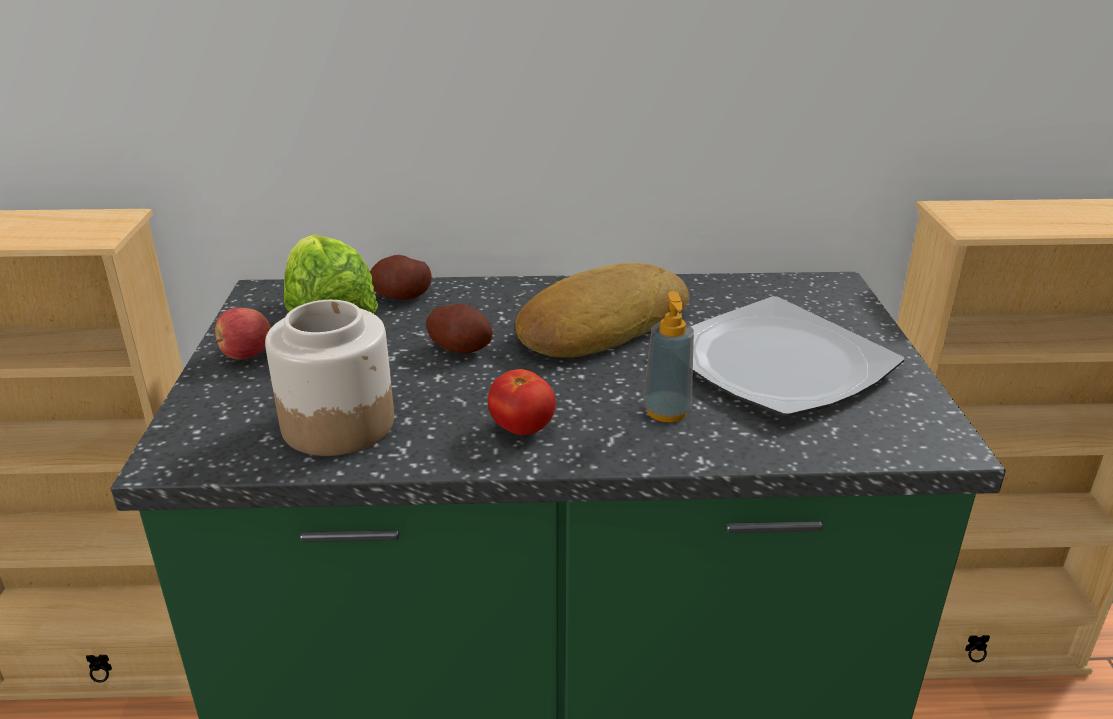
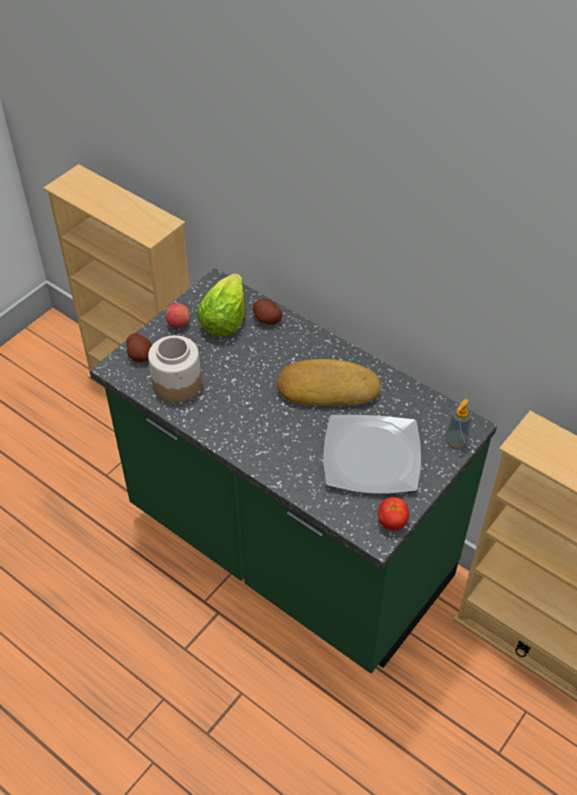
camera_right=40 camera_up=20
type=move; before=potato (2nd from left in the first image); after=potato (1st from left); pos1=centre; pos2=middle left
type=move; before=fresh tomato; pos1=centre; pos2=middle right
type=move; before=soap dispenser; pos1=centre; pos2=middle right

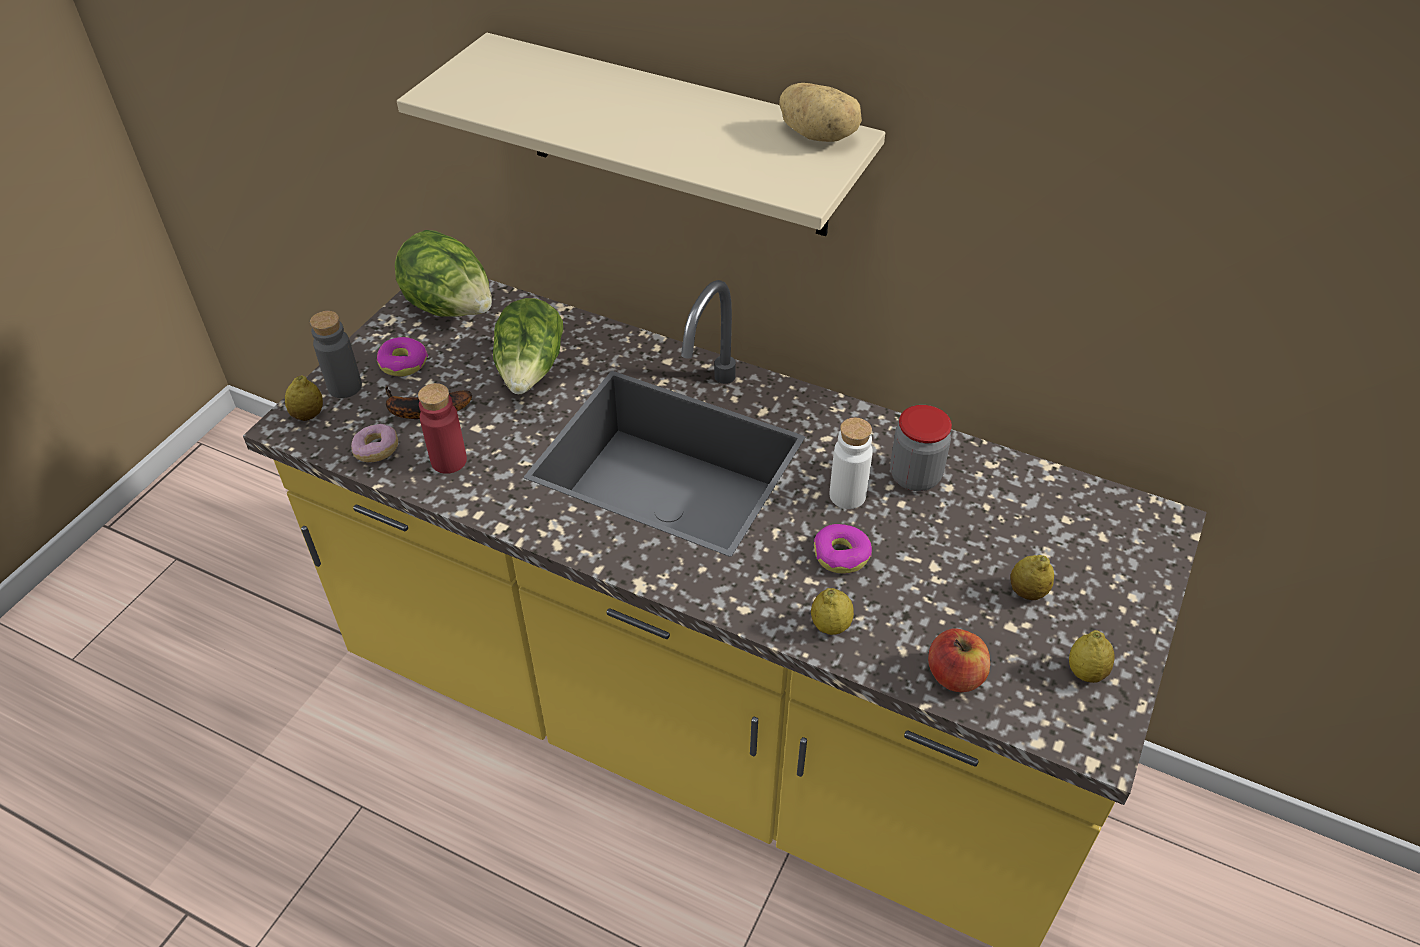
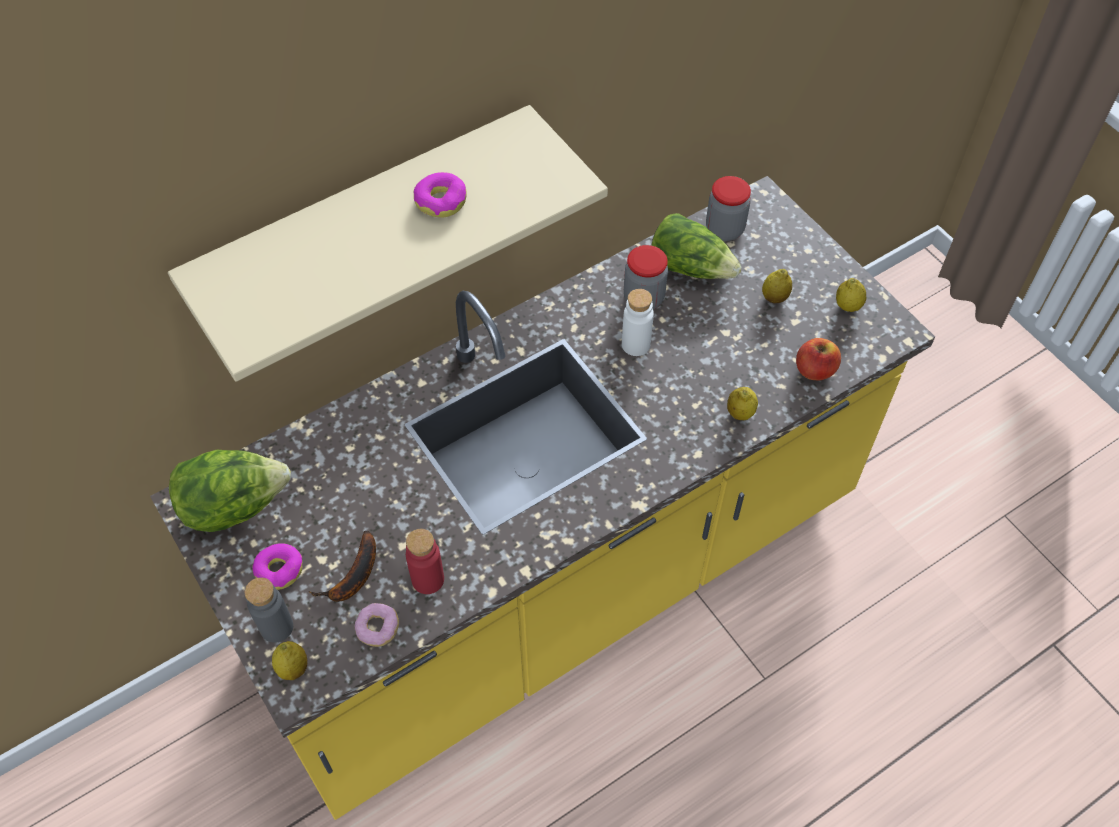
camera_right=-60 camera_up=10
type=move; before=lettuce head (2nd from left); pos1=centre; pos2=top centre
type=delete; before=potato; pos1=top centre
type=move; before=doughnut (3rd from left); pos1=centre; pos2=top centre
type=insert; after=preserve jar (2nd from left); pos2=top centre

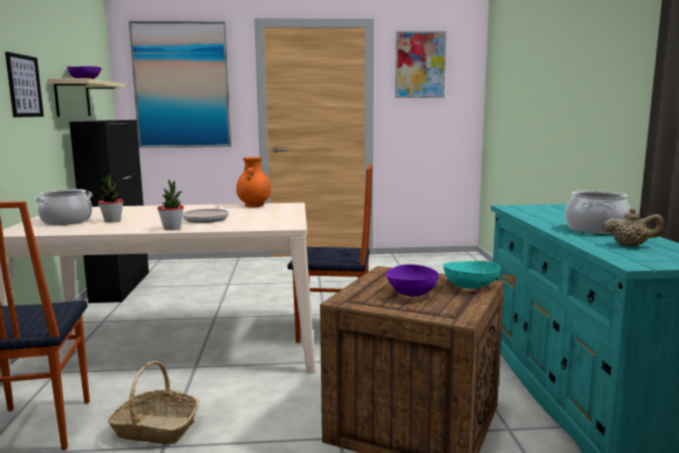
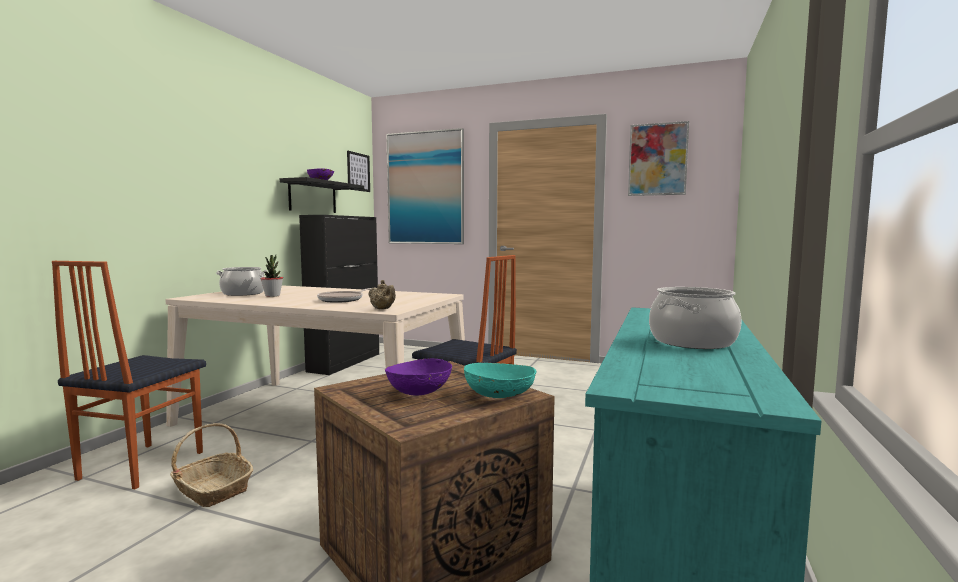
camera_right=25 camera_up=-5
type=move; before=picture (1st from left); pos1=top left; pos2=top centre
type=recolor; before=bracket shelf in beige-coloured; after=bracket shelf in blackish; pos1=top left; pos2=centre
type=delete; before=plant in a pot (2nd from left); pos1=middle left
type=delete; before=vase in orangey; pos1=centre
type=move; before=teapot in beige-coloured; pos1=middle right; pos2=centre

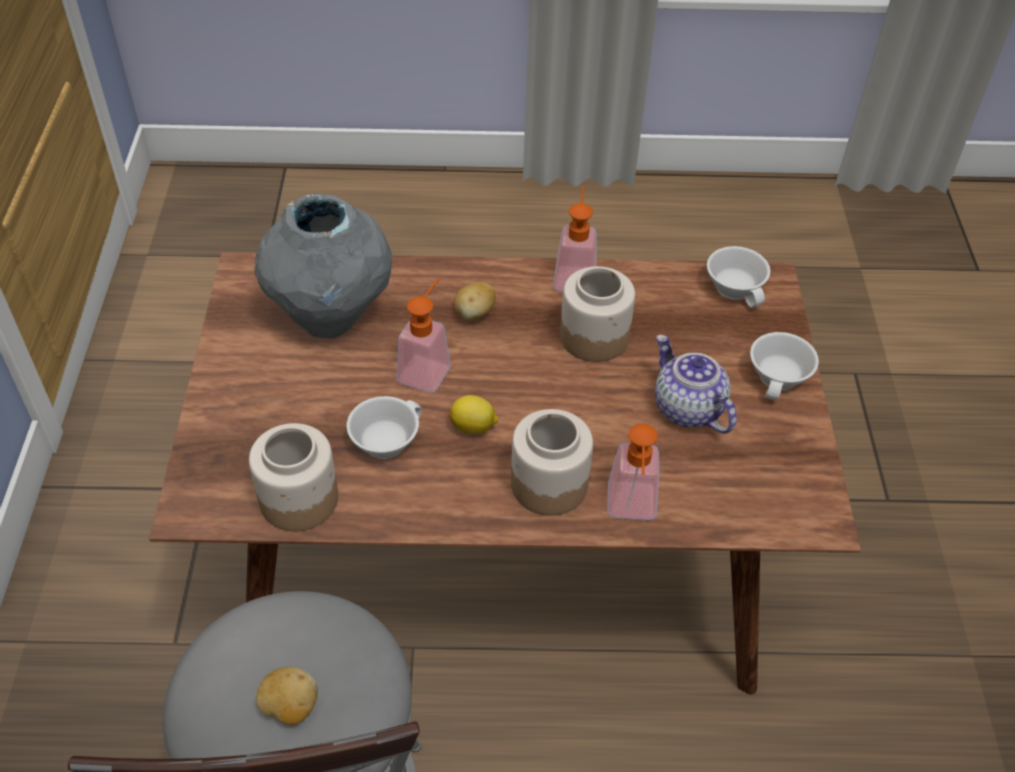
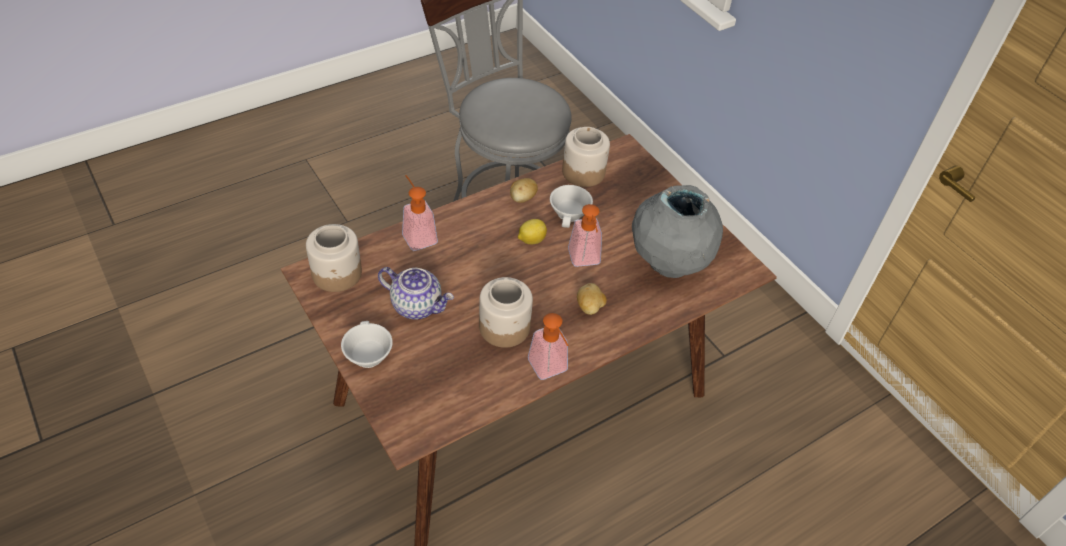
camera_right=145 camera_up=0
type=move; before=potato (1st from left); pos1=bottom left; pos2=centre
type=move; before=preserve jar (2nd from left in the first image); after=preserve jar (1st from left); pos1=centre; pos2=middle left
type=delete; before=cup in white-coloured (2nd from left); pos1=middle right

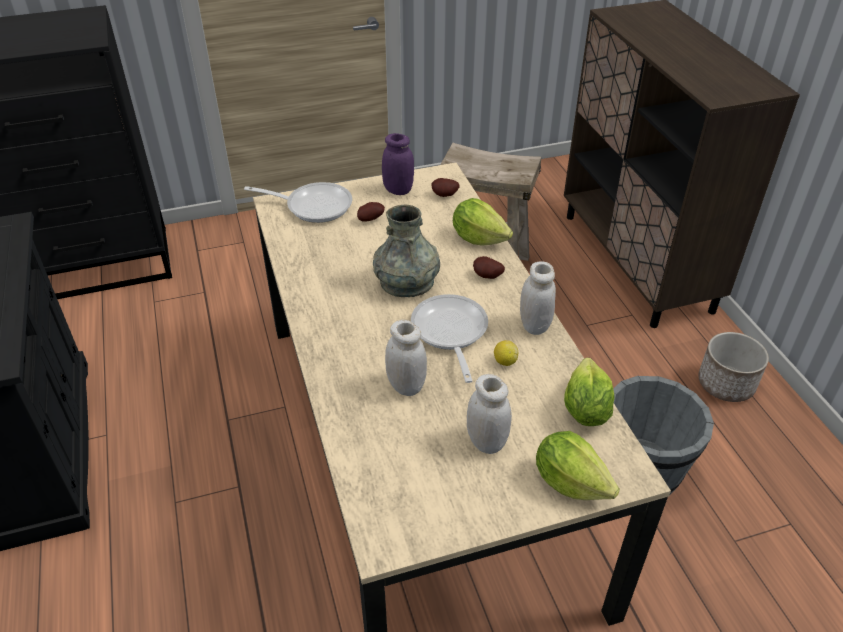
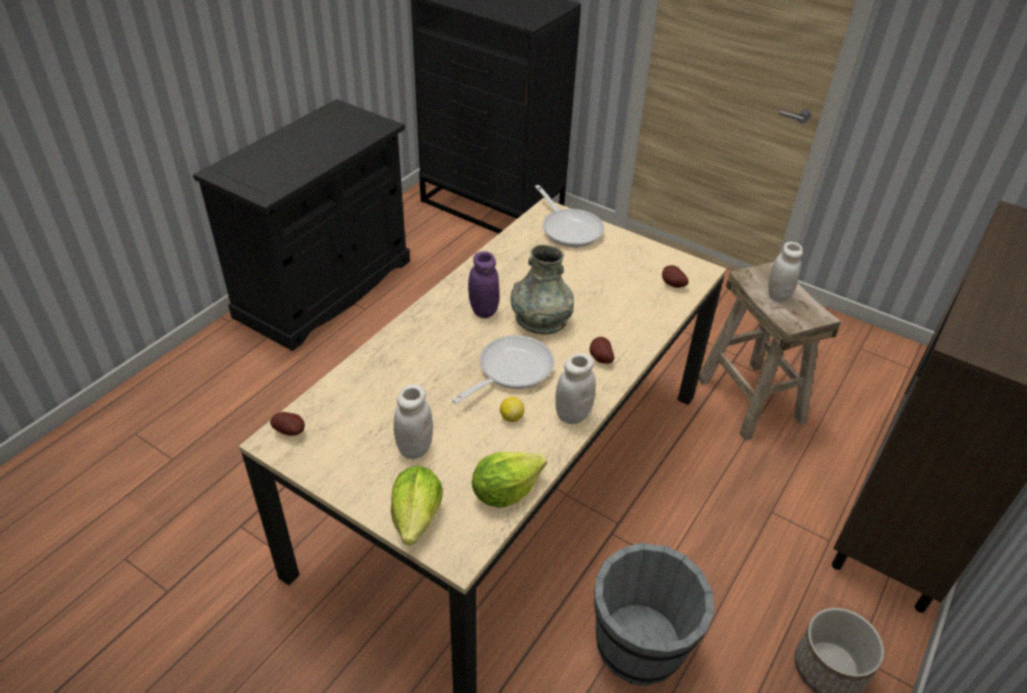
camera_right=50 camera_up=0
type=move; before=potato (1st from left); pos1=centre; pos2=middle left
type=move; before=preserve jar in purplish; pos1=top centre; pos2=centre
type=move; before=preserve jar in white-coloured (1st from left in the first image); after=preserve jar in white-coloured (3rd from left); pos1=centre; pos2=middle right
type=delete; before=lettuce head (1st from left); pos1=centre

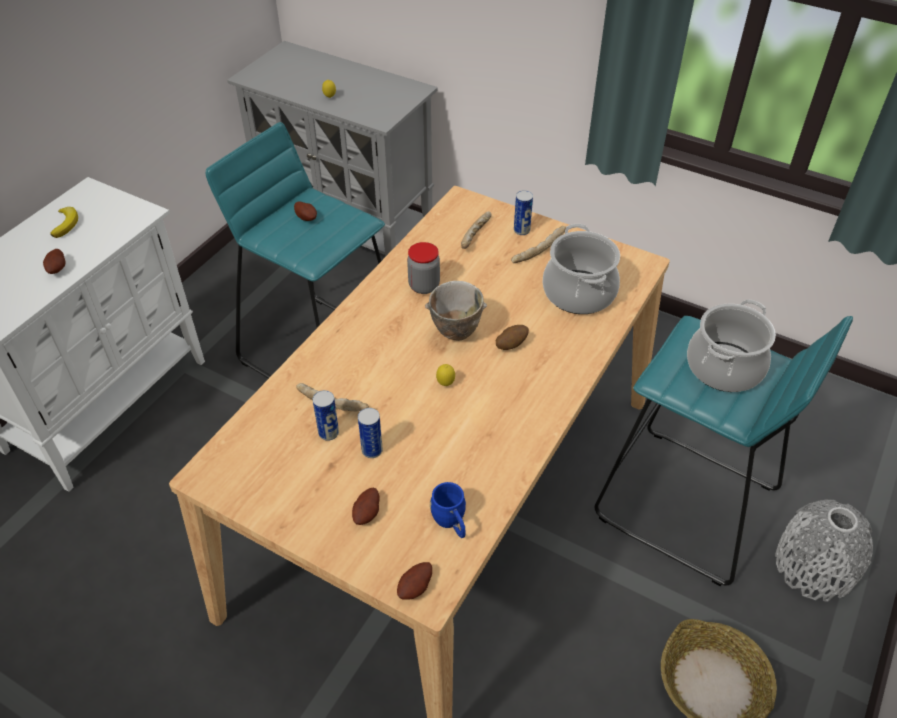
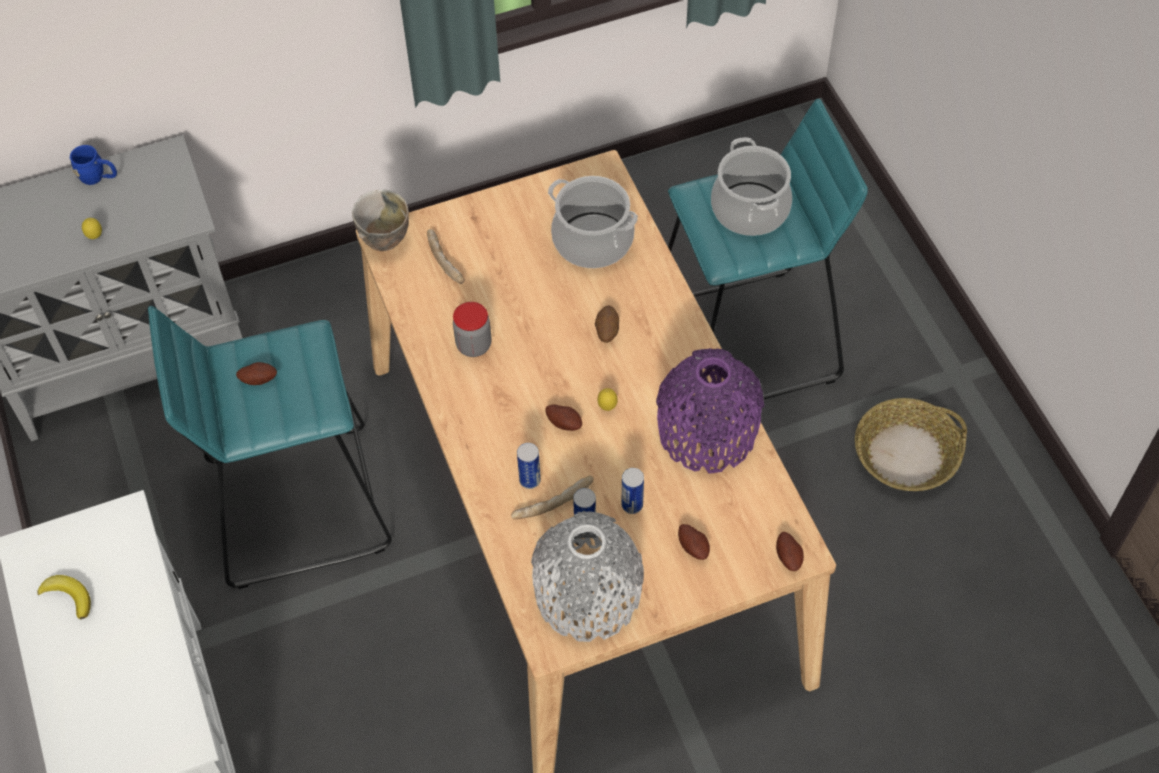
camera_right=-50 camera_up=10
type=move; before=potato (1st from left in the first image); after=potato (2nd from left); pos1=middle left; pos2=centre
type=move; before=serving bowl; pos1=centre; pos2=top left
type=move; before=mug in blue-coloured; pos1=bottom centre; pos2=top left
type=delete; before=baked bread (3rd from left); pos1=centre
type=move; before=metal can (3rd from left in the first image); after=metal can (1st from left); pos1=top centre; pos2=centre
type=move; before=vase in gray; pos1=bottom right; pos2=bottom centre
type=insert; after=vase in purplish; pos2=centre

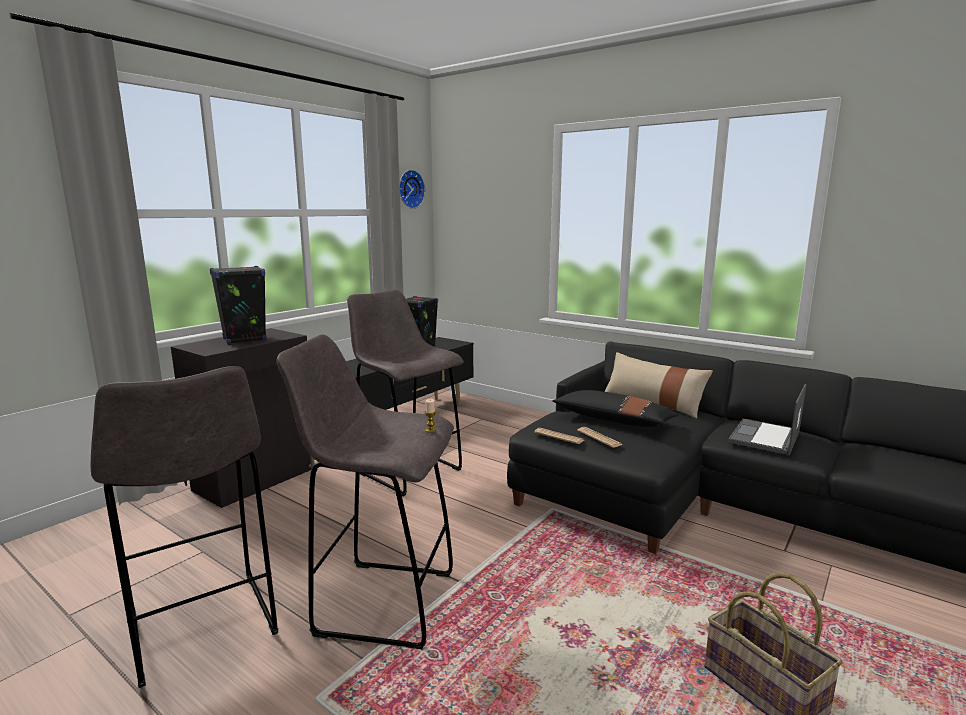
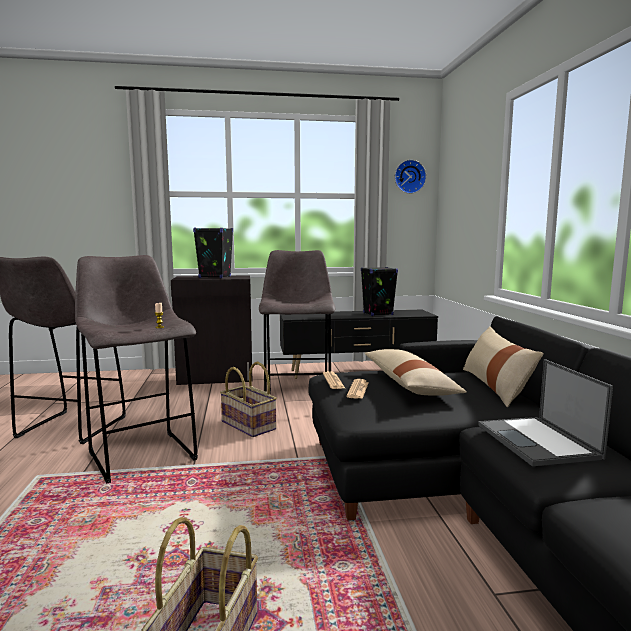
camera_right=45 camera_up=-5
type=recolor; before=pillow in blackish; after=pillow in beige-coloured (1st from left); pos1=centre; pos2=centre
type=rotate; before=laptop; pos1=middle right; pos2=middle right; turn=-90
type=insert; after=household basket (2nd from left); pos2=centre

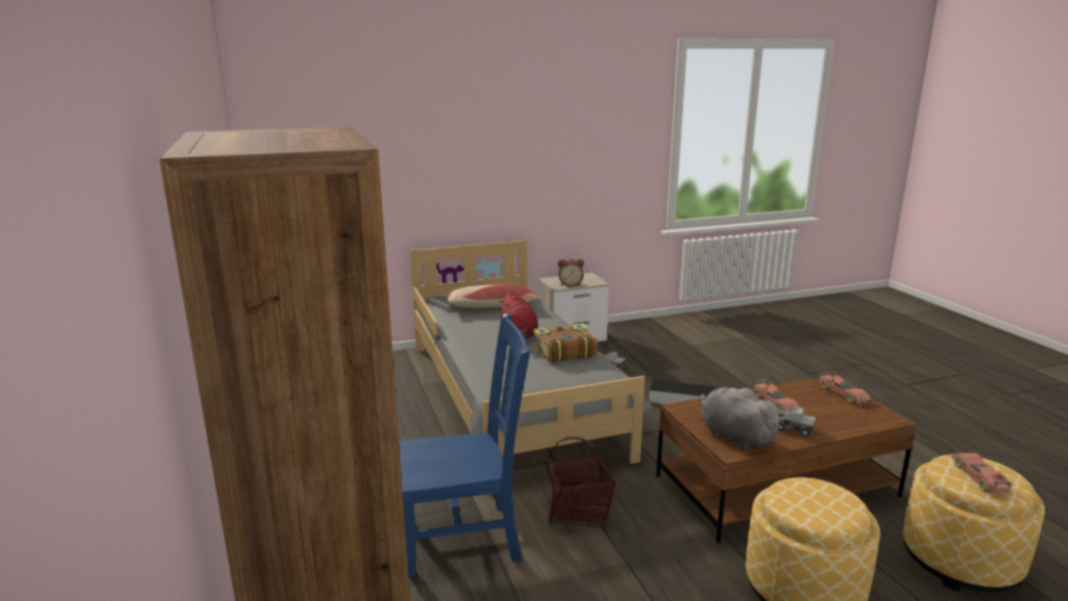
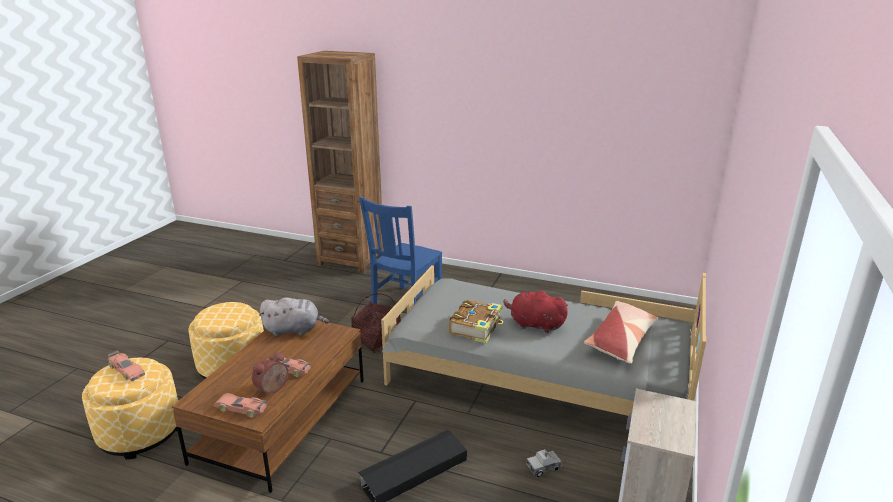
camera_right=130 camera_up=5
type=move; before=bedside clock; pos1=centre; pos2=bottom left
type=delete; before=toy truck (2nd from left); pos1=bottom right

